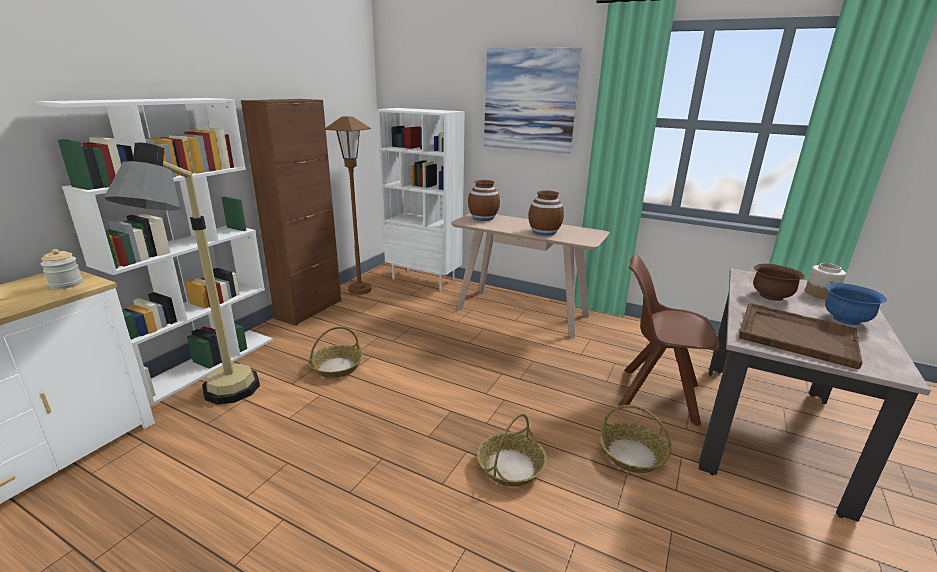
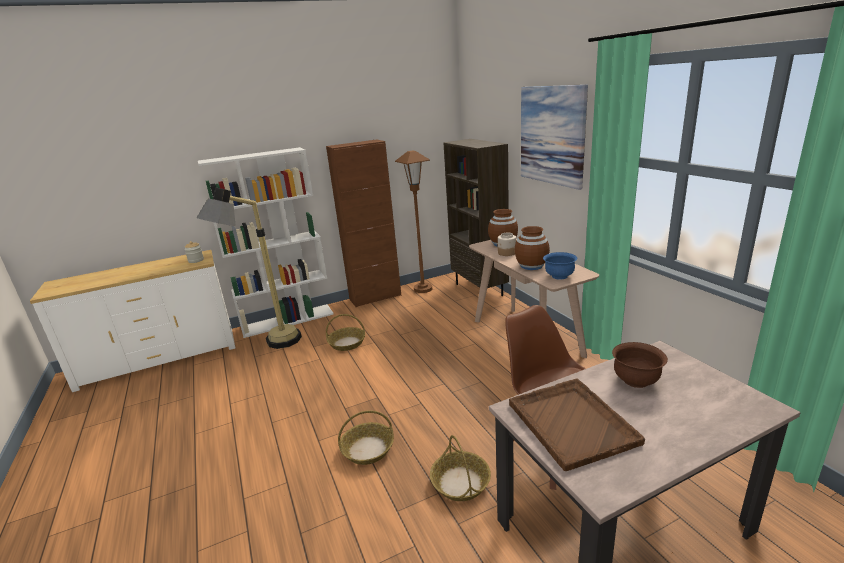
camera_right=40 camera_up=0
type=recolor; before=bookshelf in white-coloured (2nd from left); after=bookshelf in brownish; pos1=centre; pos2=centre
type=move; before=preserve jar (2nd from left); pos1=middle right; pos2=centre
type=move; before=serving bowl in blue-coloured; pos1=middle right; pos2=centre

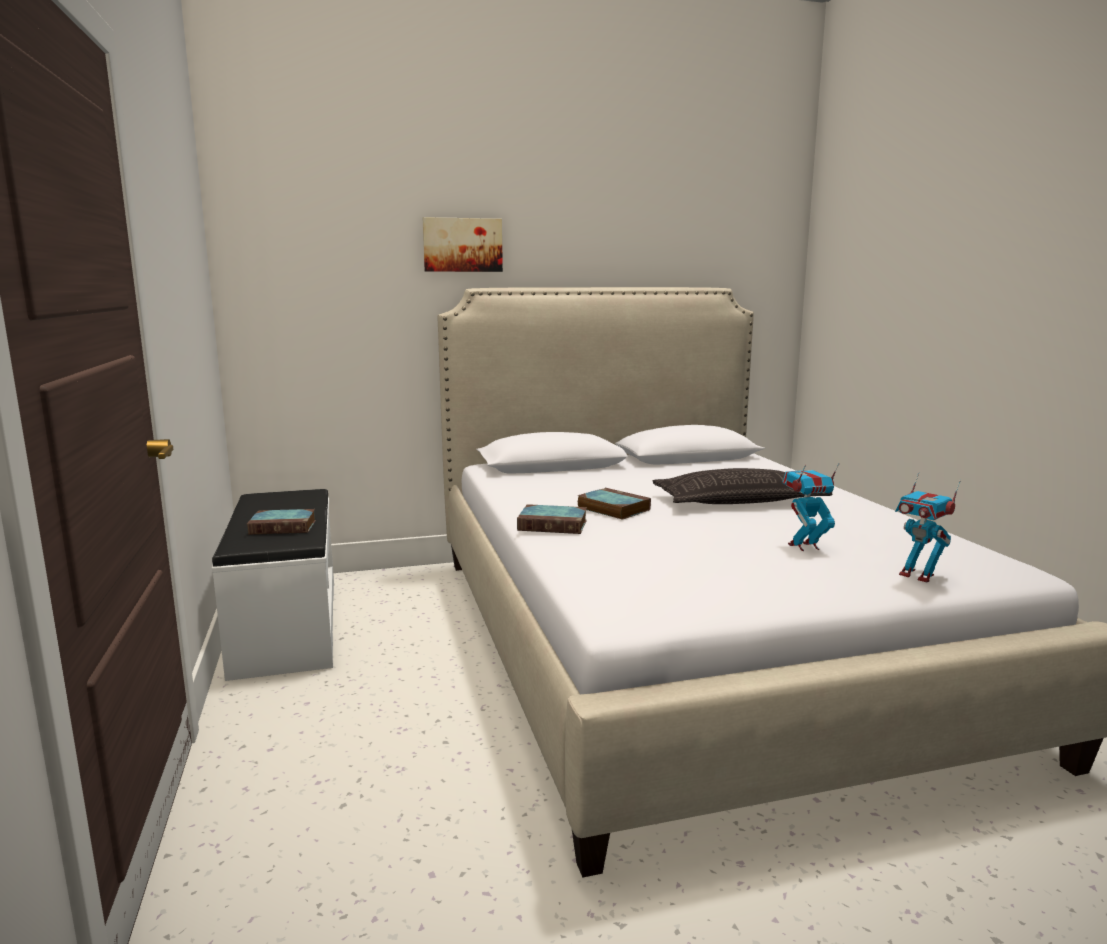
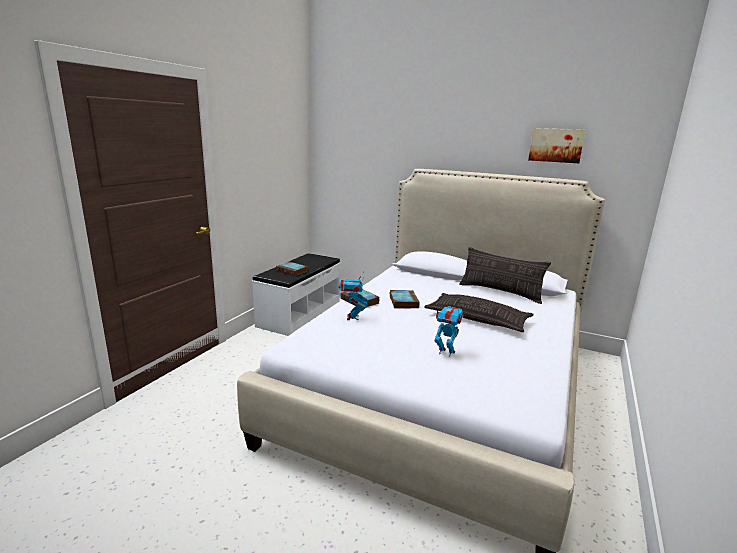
camera_right=40 camera_up=5
type=move; before=picture; pos1=top centre; pos2=top right
type=move; before=robot figure (2nd from left in the first image); after=robot figure (1st from left); pos1=middle right; pos2=centre
type=insert; after=pillow (2nd from left); pos2=middle right

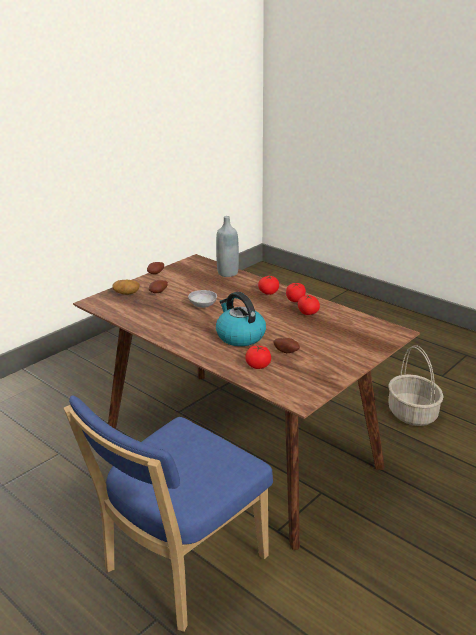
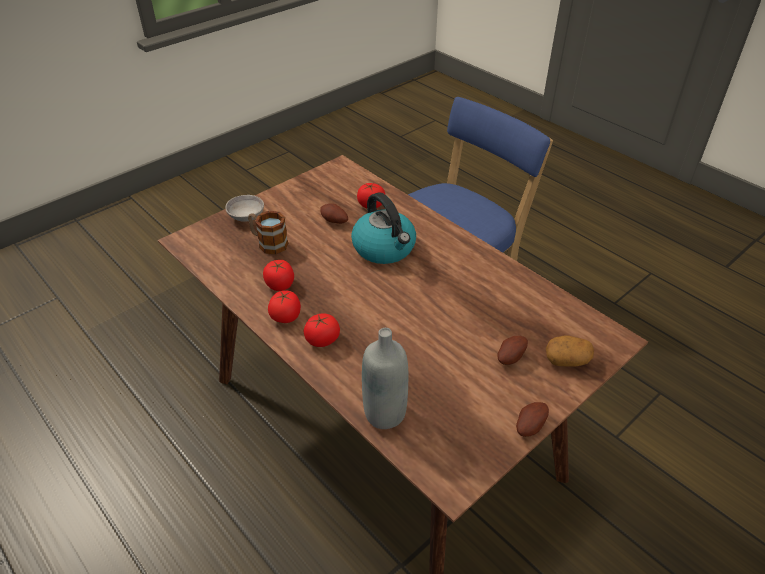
camera_right=-175 camera_up=15
type=move; before=serving bowl in gray; pos1=centre; pos2=middle left
type=delete; before=household basket; pos1=middle right
type=insert; after=mug; pos2=centre

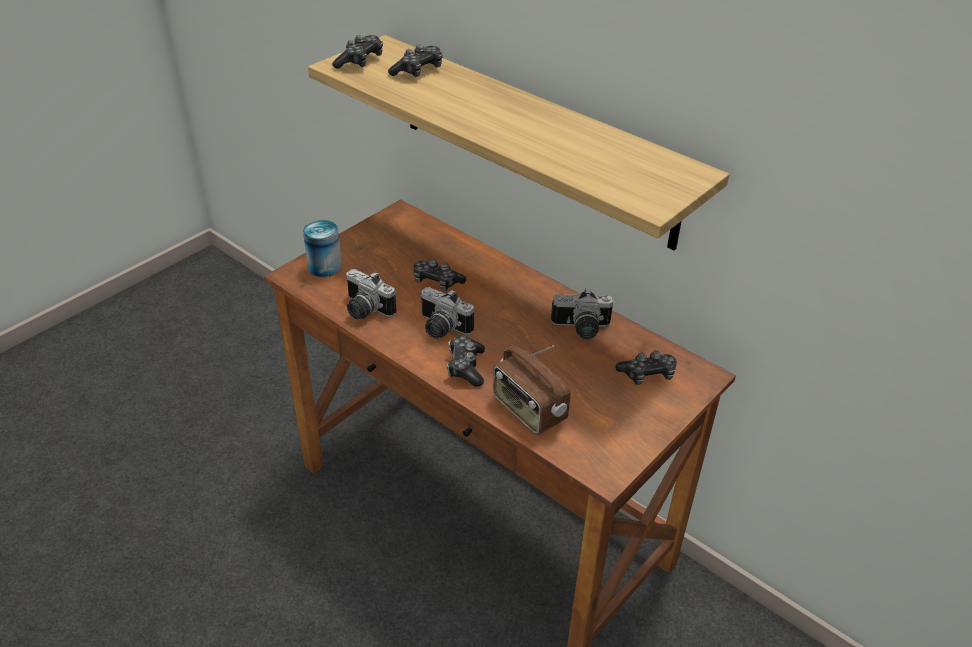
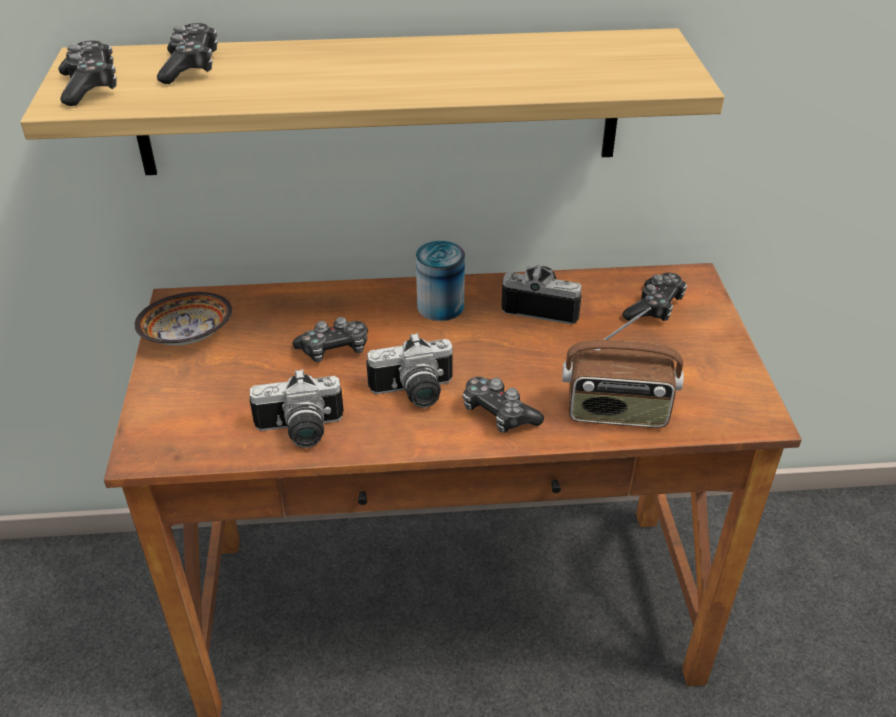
camera_right=-45 camera_up=0
type=move; before=metal can; pos1=middle left; pos2=centre
type=rotate; before=photo camera (3rd from left); pos1=centre; pos2=centre; turn=-120
type=insert; after=serving bowl; pos2=middle left

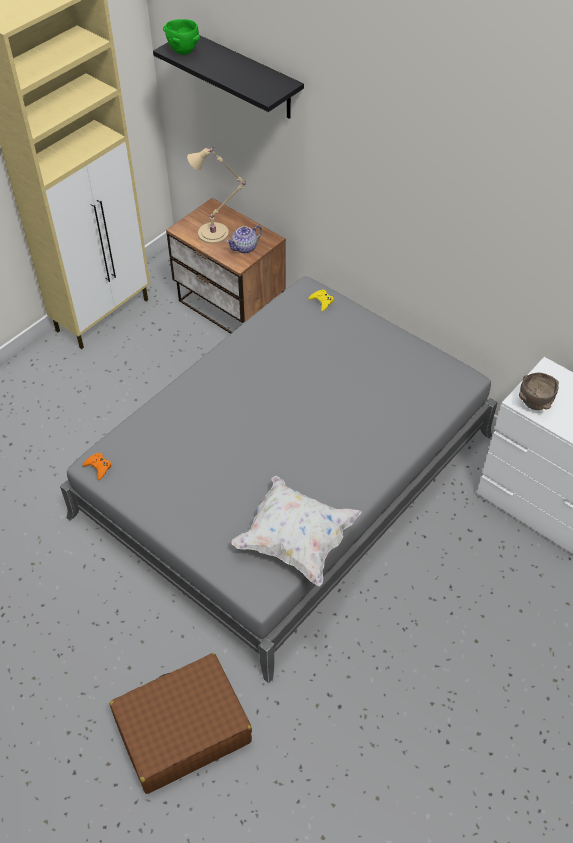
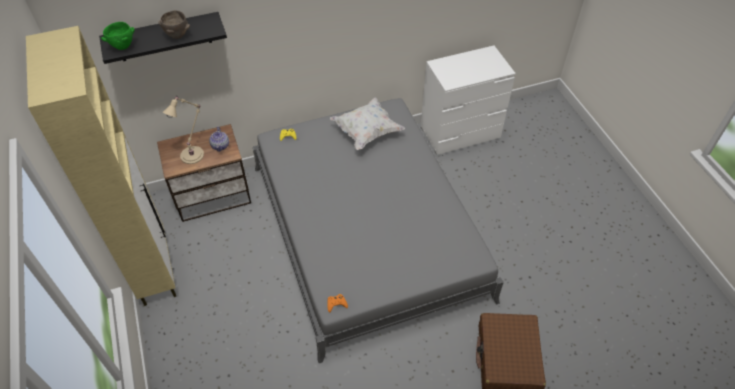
camera_right=-60 camera_up=0
type=move; before=pillow in white-coloured; pos1=centre; pos2=top centre
type=move; before=serving bowl in brownish; pos1=middle right; pos2=top left

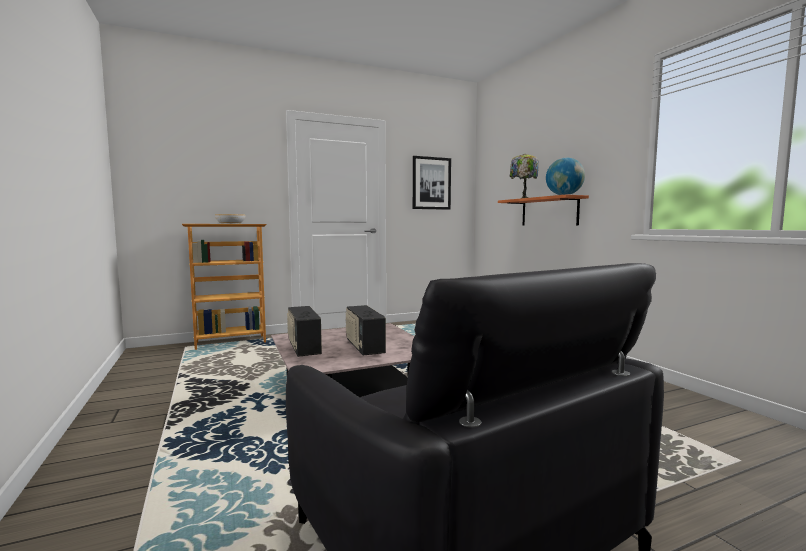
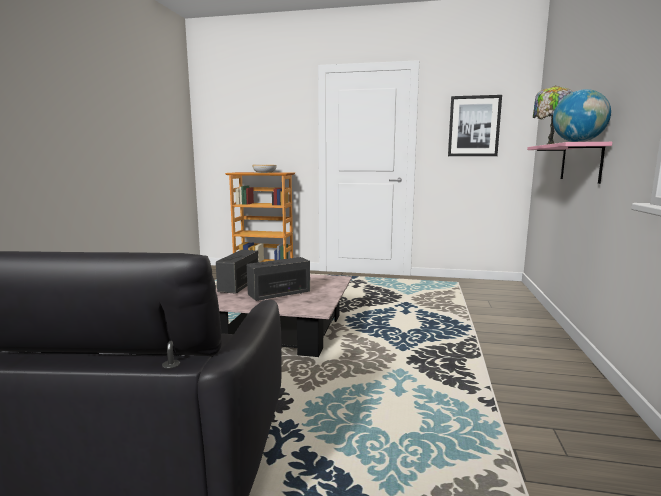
camera_right=35 camera_up=5
type=rotate; before=radio set (2nd from left); pos1=centre; pos2=centre; turn=45
type=recolor; before=bracket shelf in orangey; after=bracket shelf in pinkish; pos1=middle right; pos2=top right

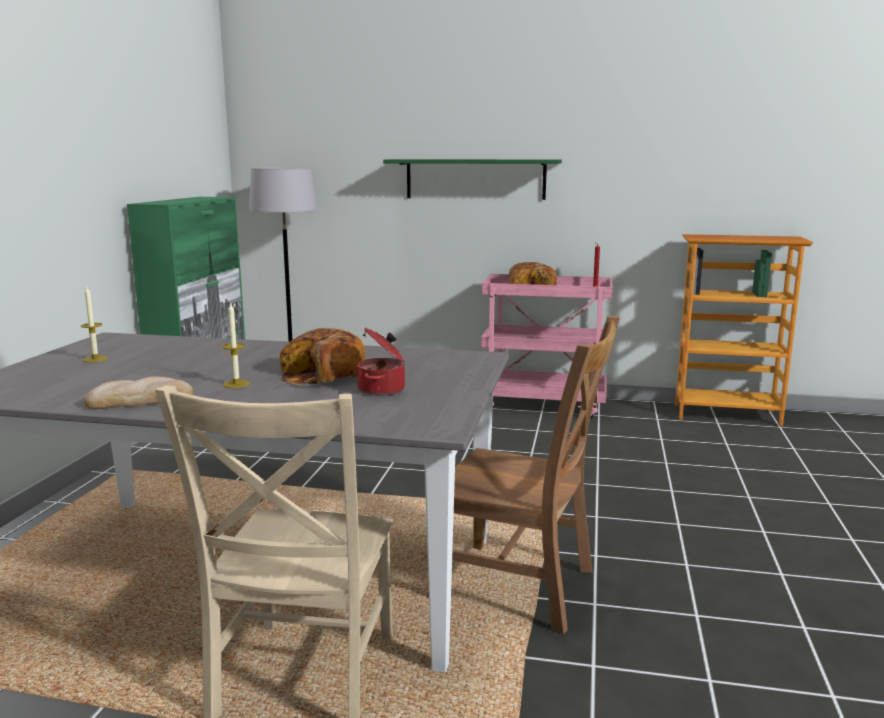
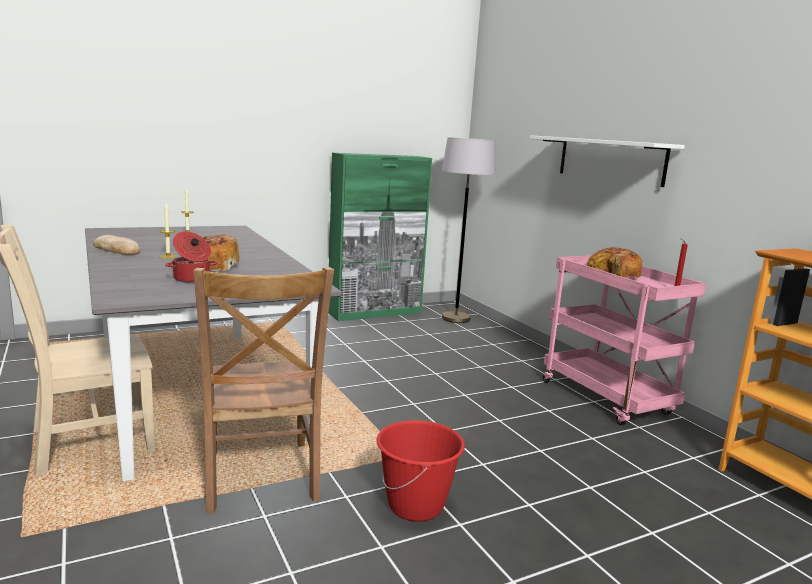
camera_right=50 camera_up=0
type=recolor; before=bracket shelf in green-coloured; after=bracket shelf in white-coloured; pos1=top centre; pos2=top right
type=insert; after=bucket in reddish; pos2=bottom centre

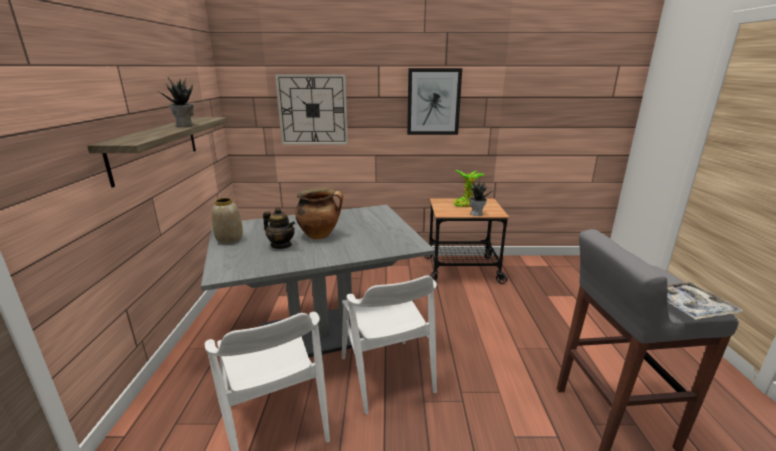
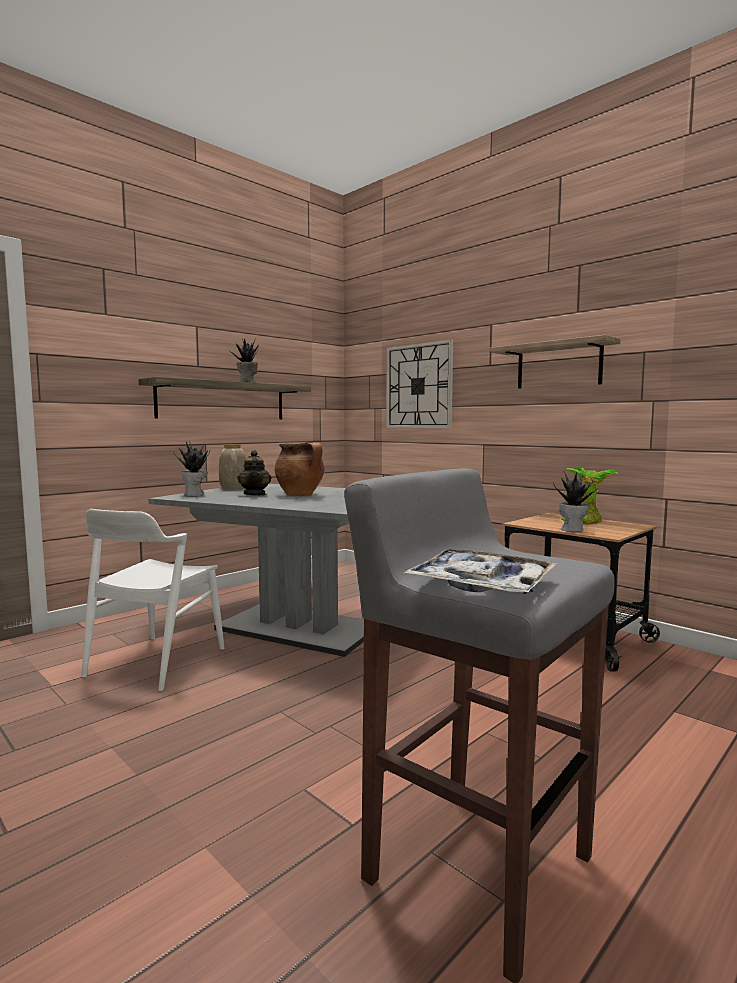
camera_right=45 camera_up=-15
type=delete; before=plain chair in white-coloured (2nd from left); pos1=bottom centre
type=replace; before=picture; after=bracket shelf (2nd from left); pos1=top centre; pos2=middle right
type=insert; after=plant in a pot (1st from left); pos2=middle left

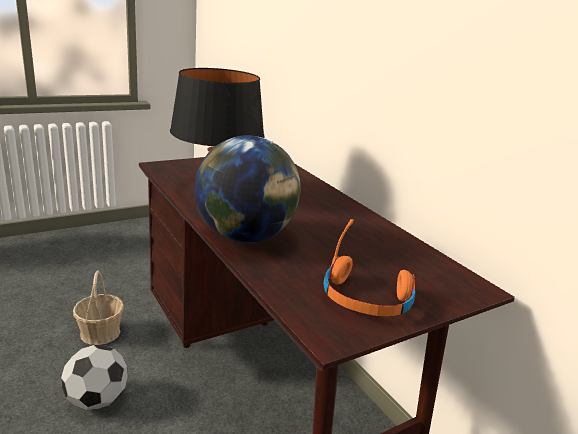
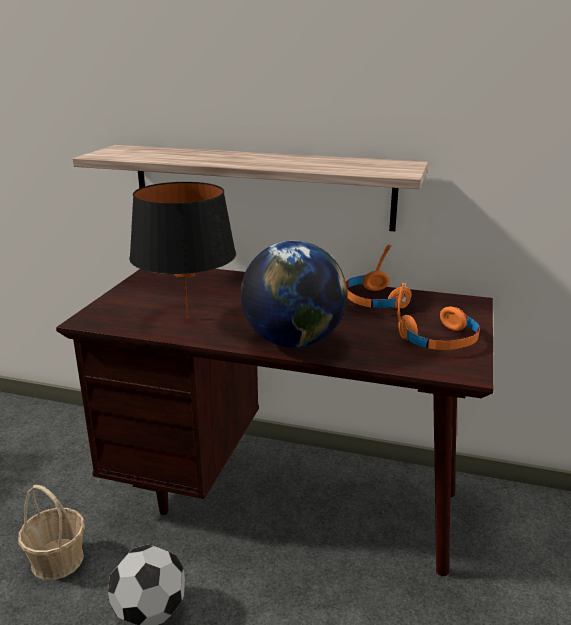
camera_right=-40 camera_up=0
type=insert; after=bracket shelf; pos2=top centre
type=insert; after=pair of headphones in orangey (1st from left); pos2=centre

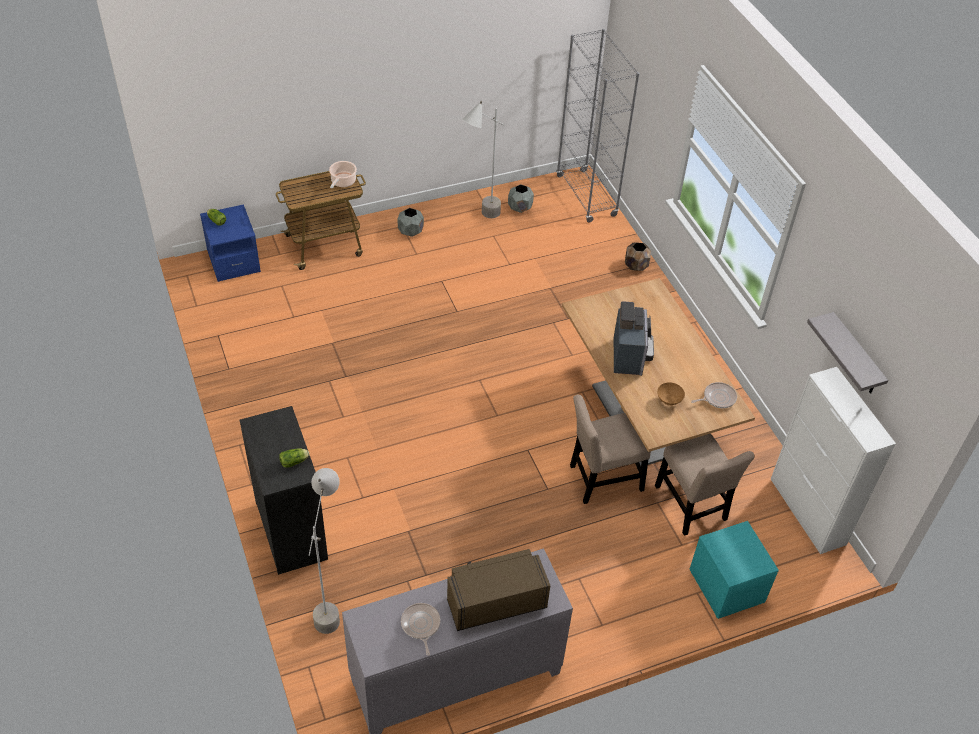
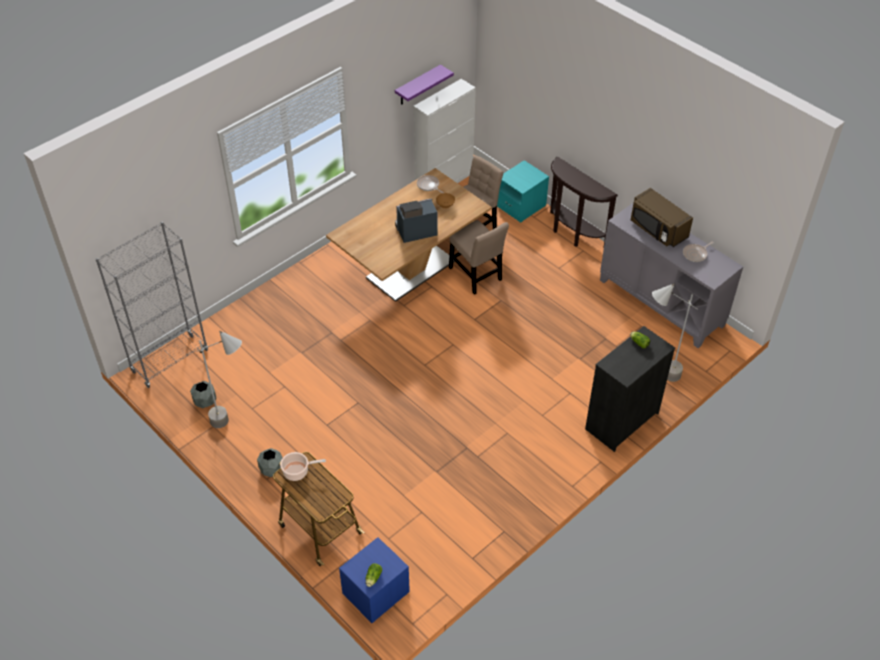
camera_right=-110 camera_up=0
type=delete; before=flower pot in brownish; pos1=centre
type=recolor; before=bracket shelf in gray; after=bracket shelf in purplish; pos1=middle right; pos2=top centre
type=insert; after=console table in brownish; pos2=top centre

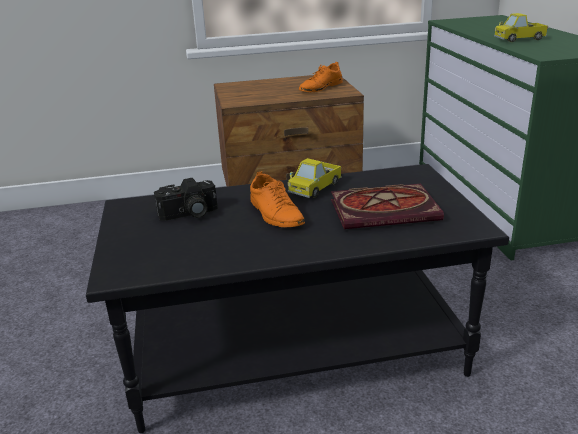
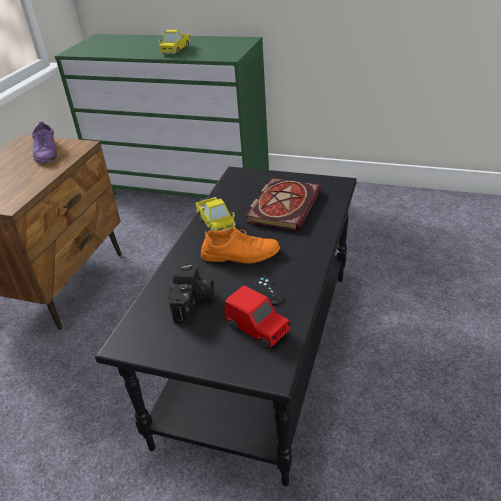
camera_right=-60 camera_up=10
type=recolor; before=shoe in orangey (2nd from left); after=shoe in purplish; pos1=top centre; pos2=top left
type=insert; after=model car in reddish; pos2=centre
type=insert; after=game controller in blackish; pos2=centre

